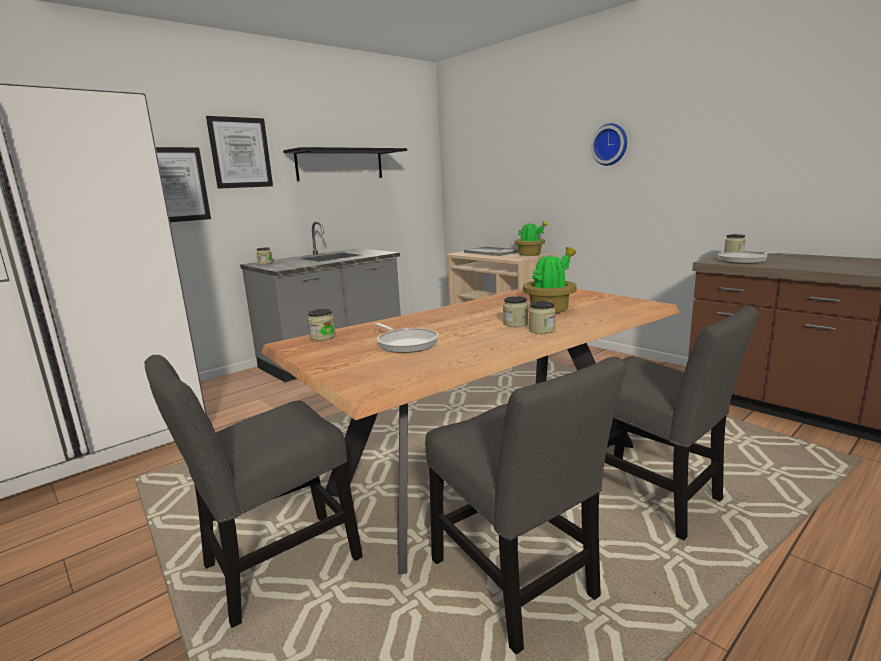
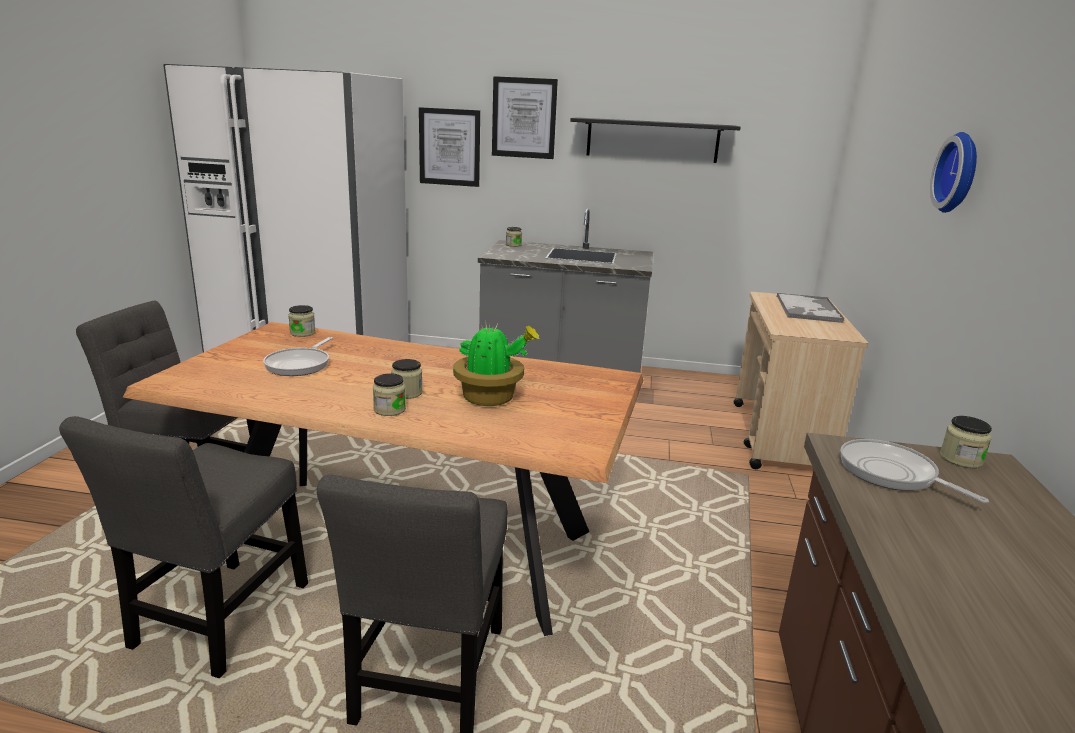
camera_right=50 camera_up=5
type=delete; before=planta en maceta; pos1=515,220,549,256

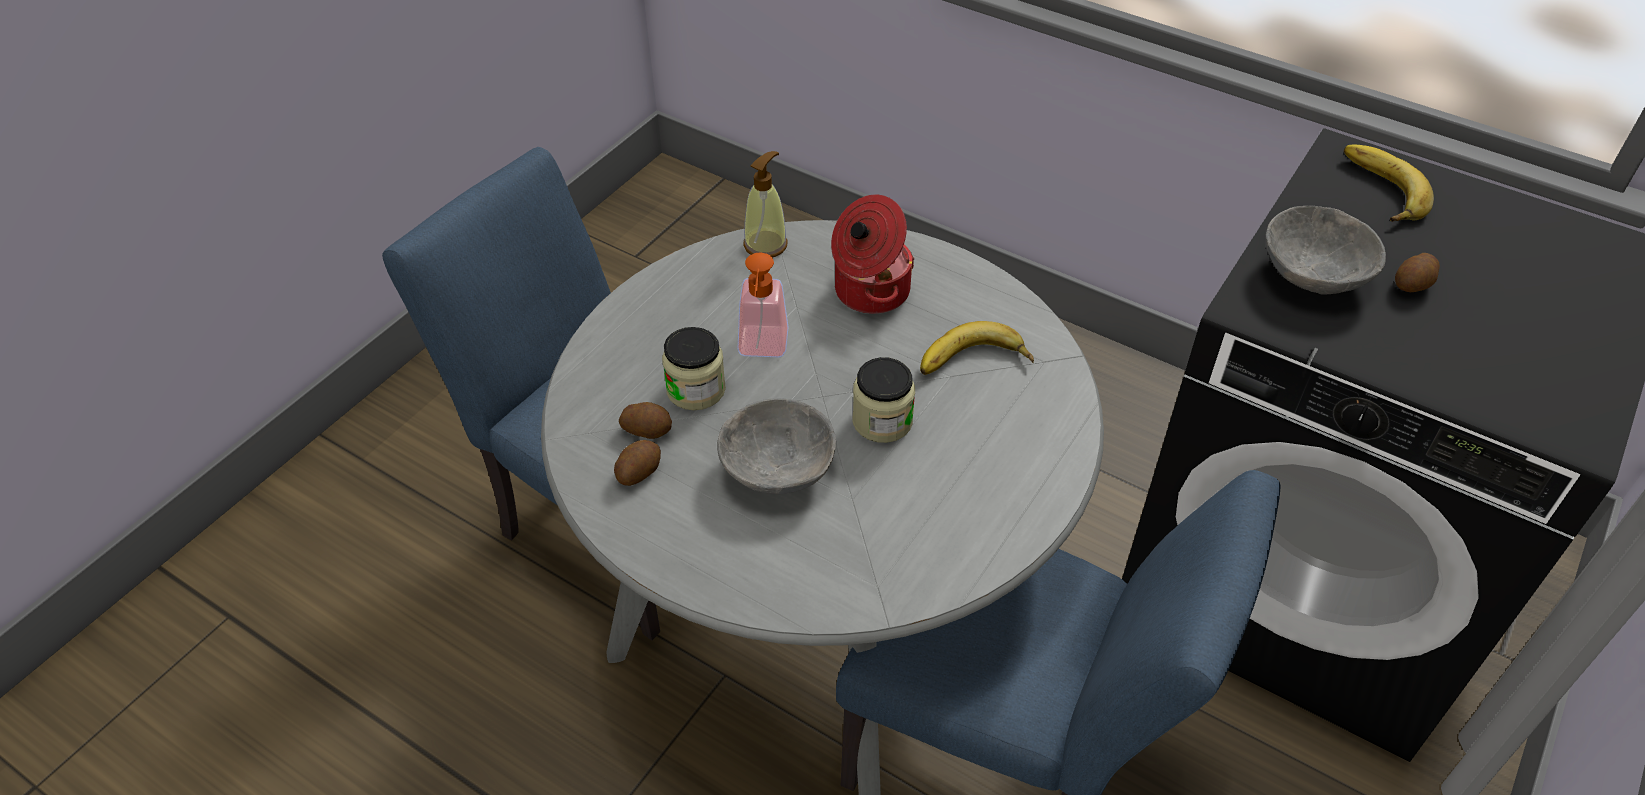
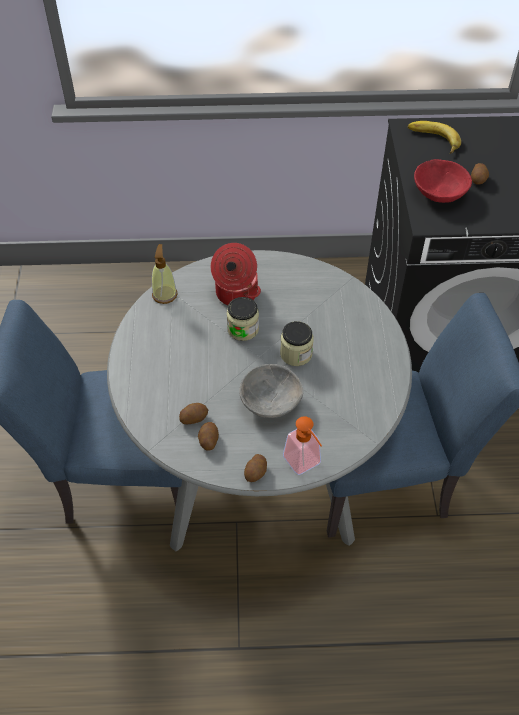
camera_right=-35 camera_up=5
type=recolor; before=cuenco (gris); after=cuenco (rojo); pos1=1266,206,1386,295; pos2=414,159,472,203
type=move; before=dispensador de jabón; pos1=737,252,789,357; pos2=283,416,322,475
type=delete; before=plátano; pos1=920,321,1034,375
type=move; before=tarro; pos1=662,327,726,410; pos2=227,297,259,341
type=insert; after=patata; pos2=244,454,267,482

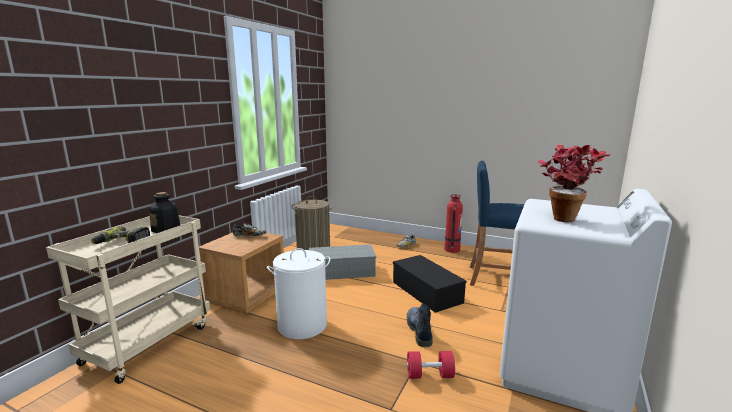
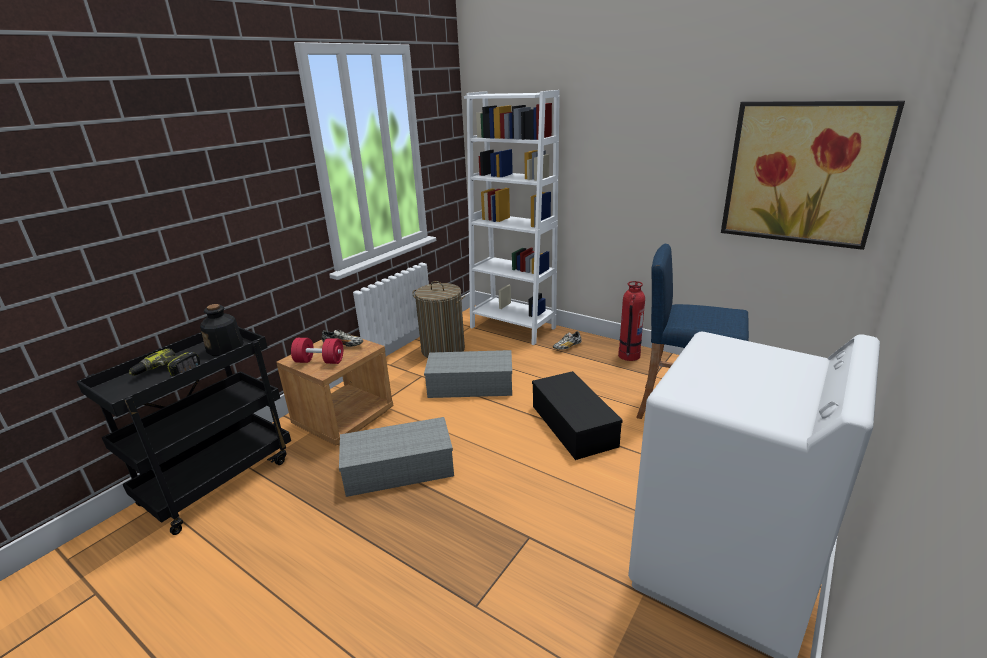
camera_right=10 camera_up=10
type=delete; before=planta en maceta; pos1=538,144,610,222
type=recolor; before=carrito (beis); after=carrito (negro); pos1=46,215,210,384; pos2=77,327,291,535
type=replace; before=cesto de la ropa (blanco); after=caja de almacenaje (gris); pos1=267,248,330,339; pos2=339,417,454,497
type=delete; before=bota; pos1=407,303,433,347
type=move; before=mancuerna (rojo); pos1=407,351,455,379; pos2=291,338,343,364
type=insert; after=estantería (blanco); pos2=464,90,560,345
type=insert; after=cuadro; pos2=721,101,905,250

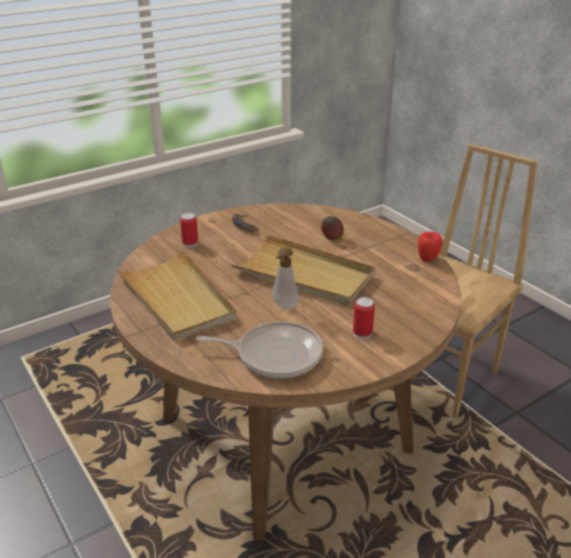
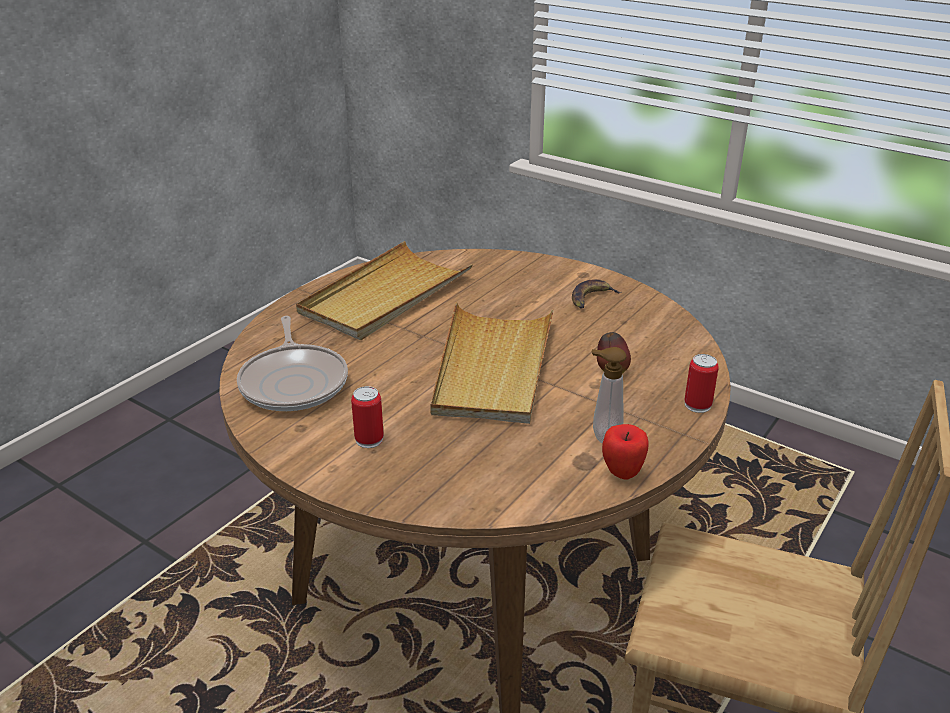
camera_right=70 camera_up=0
type=move; before=lata; pos1=180,213,198,247; pos2=684,354,719,413
type=move; before=dispensador de jabón; pos1=272,247,299,309; pos2=591,347,627,443

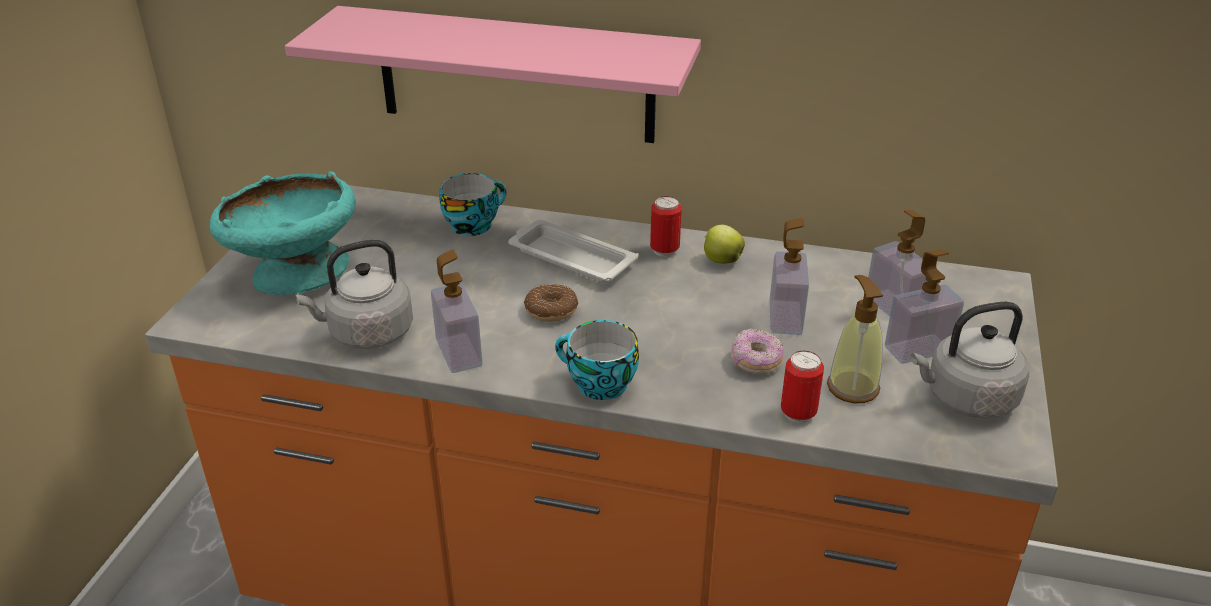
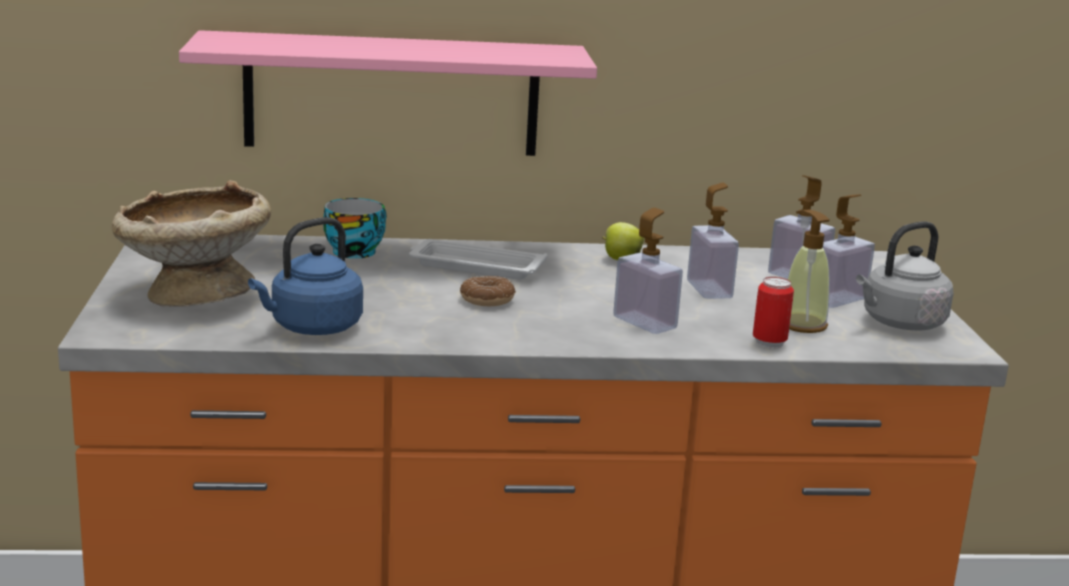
camera_right=-20 camera_up=-15
type=recolor; before=cuenco (turquesa); after=cuenco (beis); pos1=210,171,356,295; pos2=112,180,271,307
type=delete; before=lata; pos1=650,196,682,257
type=recolor; before=hervidor (gris); after=hervidor (azul); pos1=295,240,413,349; pos2=248,217,363,335
type=move; before=dispensador de jabón; pos1=431,250,482,373; pos2=613,208,683,334
type=delete; before=taza; pos1=555,320,639,400
type=delete; before=rosquilla; pos1=731,328,784,374

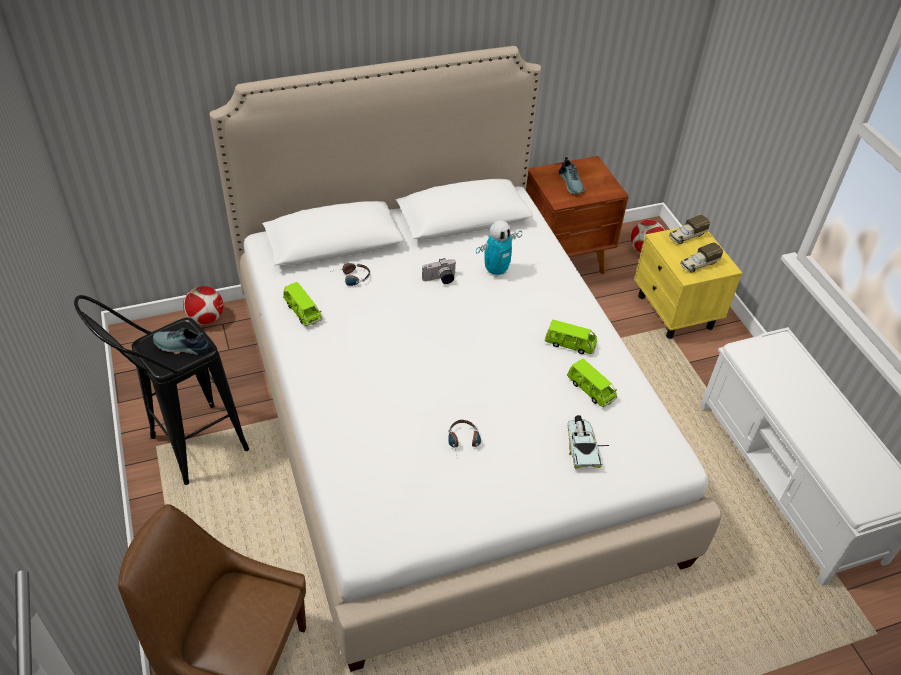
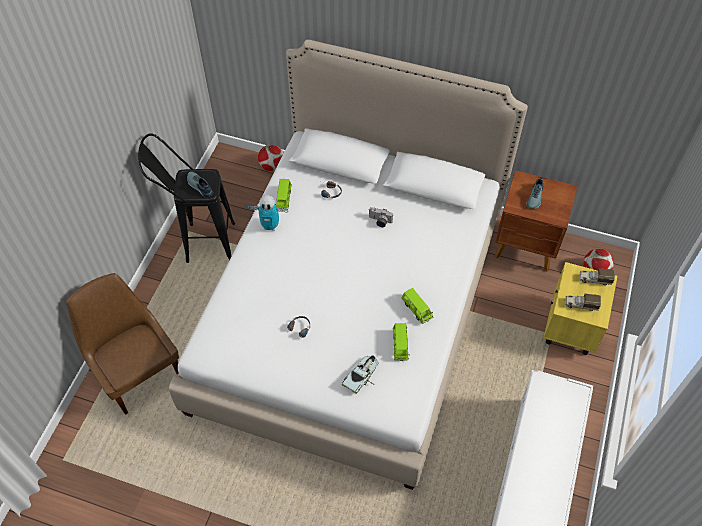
camera_right=40 camera_up=10
type=move; before=robot de juguete; pos1=476,220,522,278; pos2=248,195,288,231

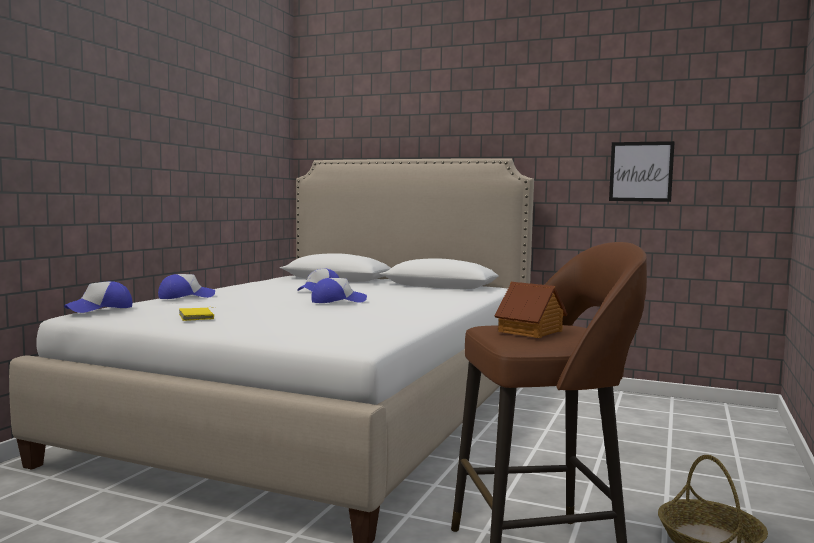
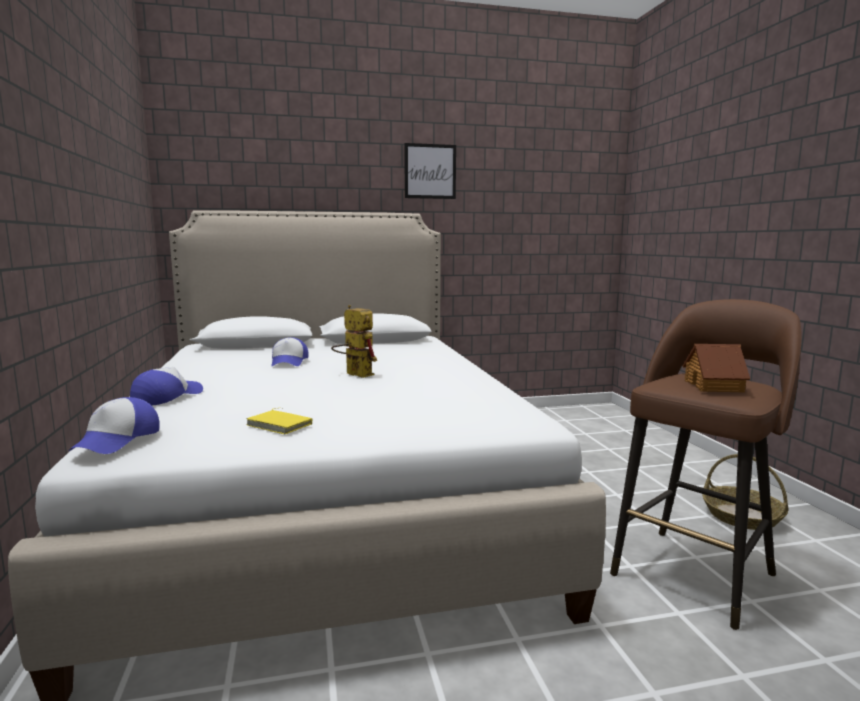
camera_right=-35 camera_up=5
type=move; before=cuadro; pos1=609,141,675,202; pos2=404,143,456,199
type=replace; before=gorra; after=robot de juguete; pos1=311,278,367,303; pos2=331,305,377,378

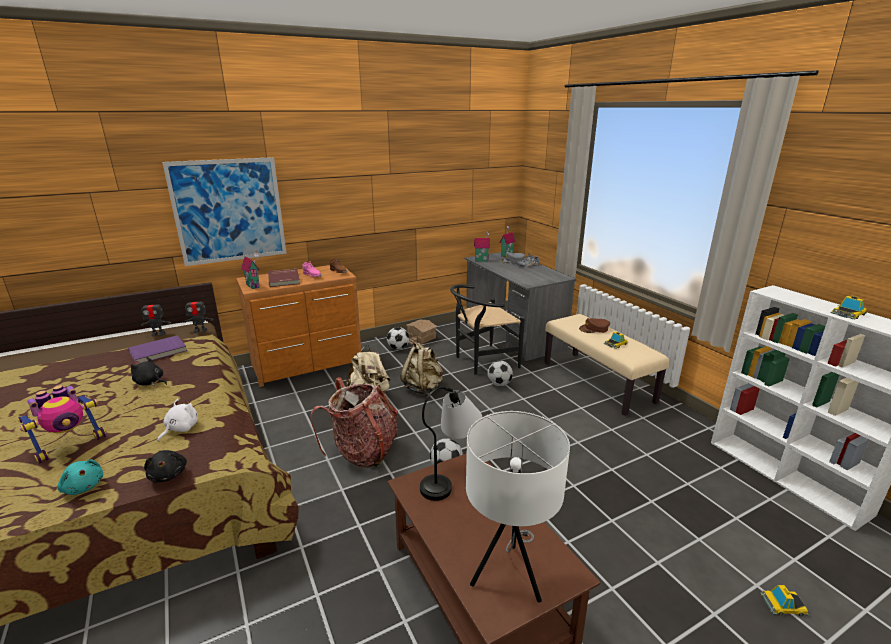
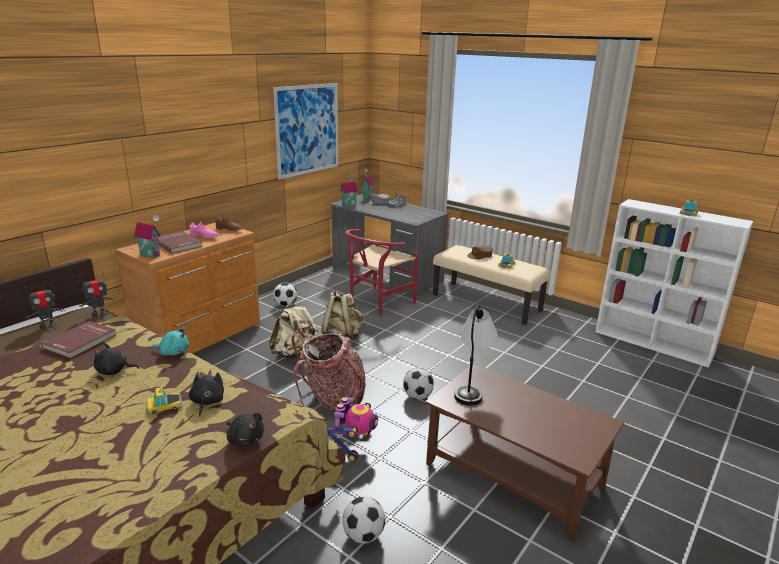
camera_right=-25 camera_up=0
type=move; before=cuadro; pos1=162,157,287,266; pos2=273,83,338,180
type=recolor; before=silla (negro); after=silla (rojo); pos1=450,284,525,375; pos2=345,229,419,316
type=delete; before=casita; pos1=406,320,437,345
type=recolor; before=libro (morado); after=libro (rojo); pos1=128,335,187,365; pos2=41,321,117,359
type=move; before=balón de fútbol; pos1=488,360,513,386; pos2=343,497,385,544
type=move; before=robot de juguete; pos1=18,385,106,464; pos2=327,397,378,462
type=recolor; before=peluche (blanco); after=peluche (negro); pos1=158,399,198,441; pos2=189,370,224,416
type=delete; before=lámpara de mesa (blanco); pos1=466,411,570,603
type=move; before=peluche (turquesa); pos1=58,459,103,495; pos2=151,327,189,355
type=move; before=coche de juguete; pos1=760,585,809,616; pos2=146,387,183,415

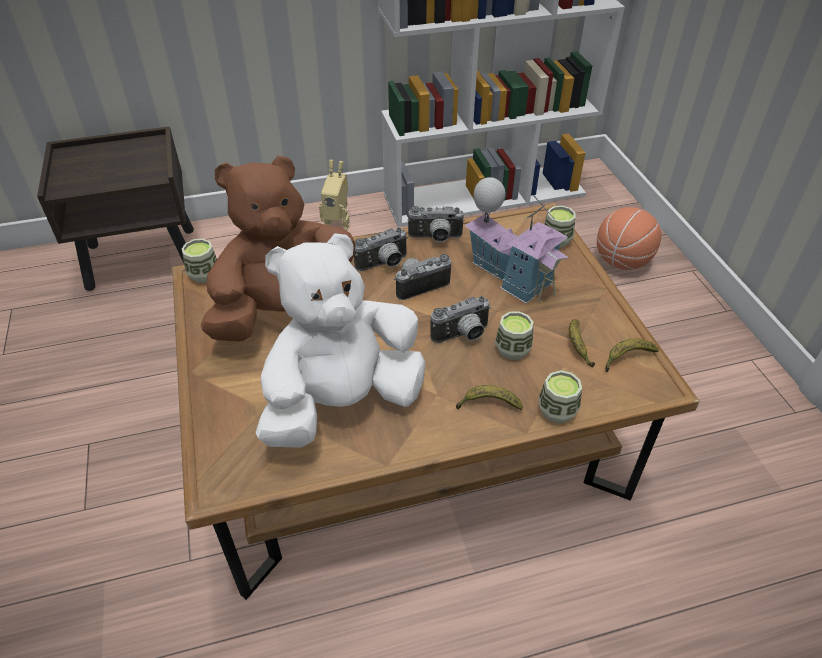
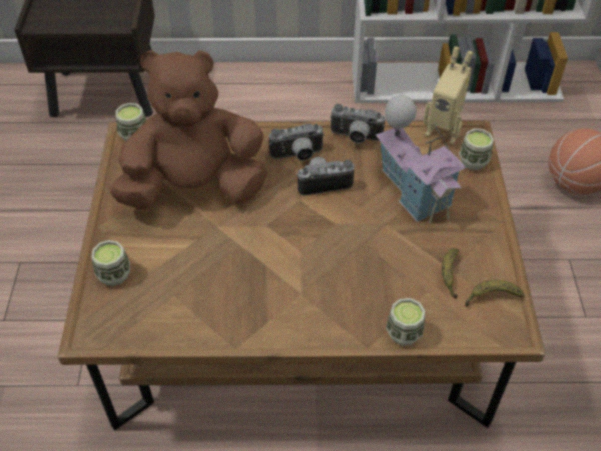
camera_right=15 camera_up=5
type=move; before=robot de juguete; pos1=319,160,350,231; pos2=423,47,473,145
type=delete; before=peluche (blanco); pos1=256,233,425,448
type=delete; before=cámara; pos1=430,296,491,343
type=move; before=taza; pos1=495,311,533,360; pos2=92,240,130,286
type=delete; before=plátano; pos1=456,385,523,410

